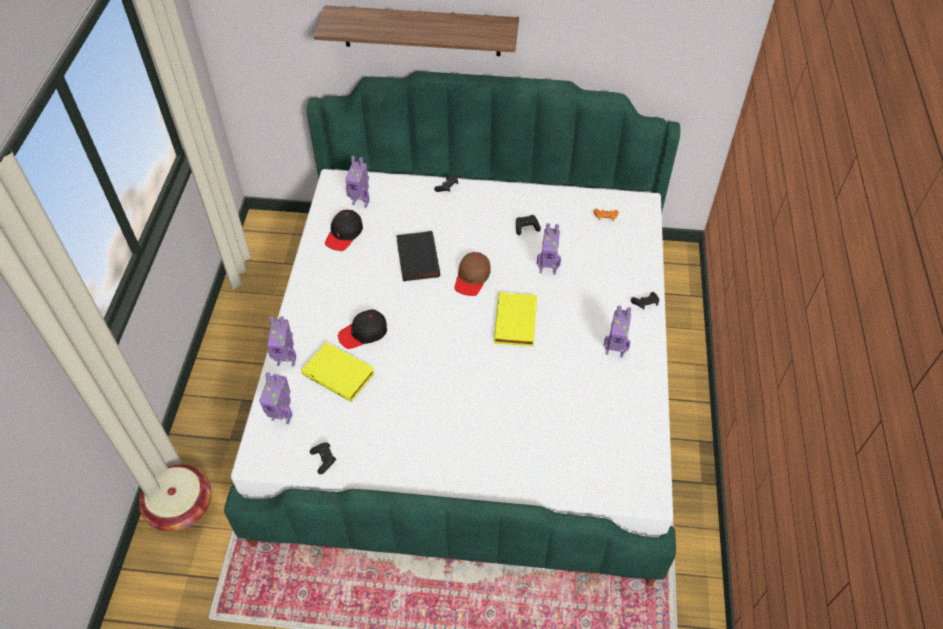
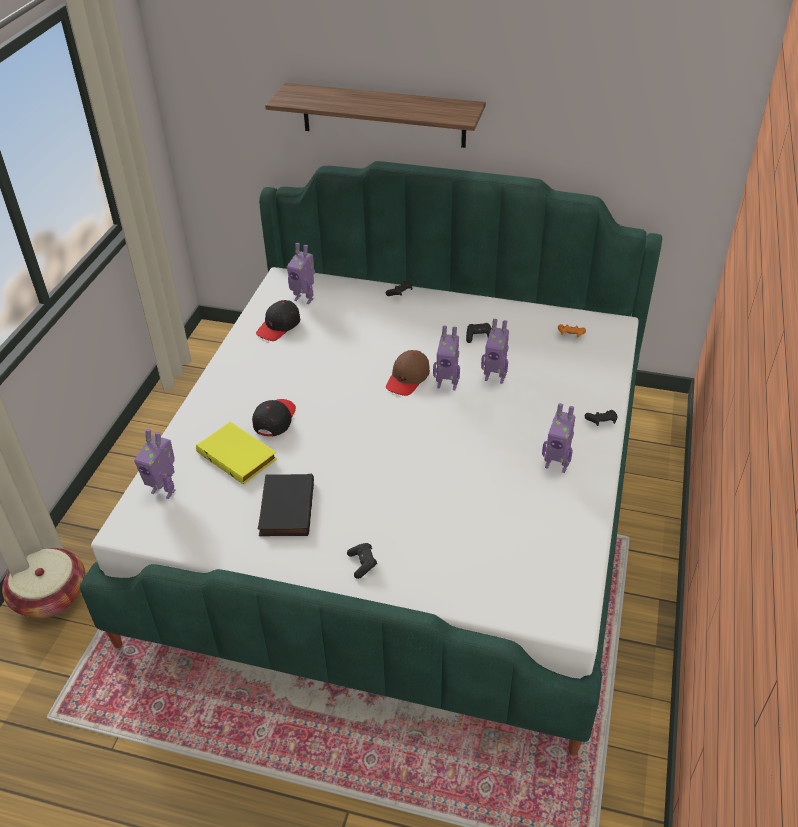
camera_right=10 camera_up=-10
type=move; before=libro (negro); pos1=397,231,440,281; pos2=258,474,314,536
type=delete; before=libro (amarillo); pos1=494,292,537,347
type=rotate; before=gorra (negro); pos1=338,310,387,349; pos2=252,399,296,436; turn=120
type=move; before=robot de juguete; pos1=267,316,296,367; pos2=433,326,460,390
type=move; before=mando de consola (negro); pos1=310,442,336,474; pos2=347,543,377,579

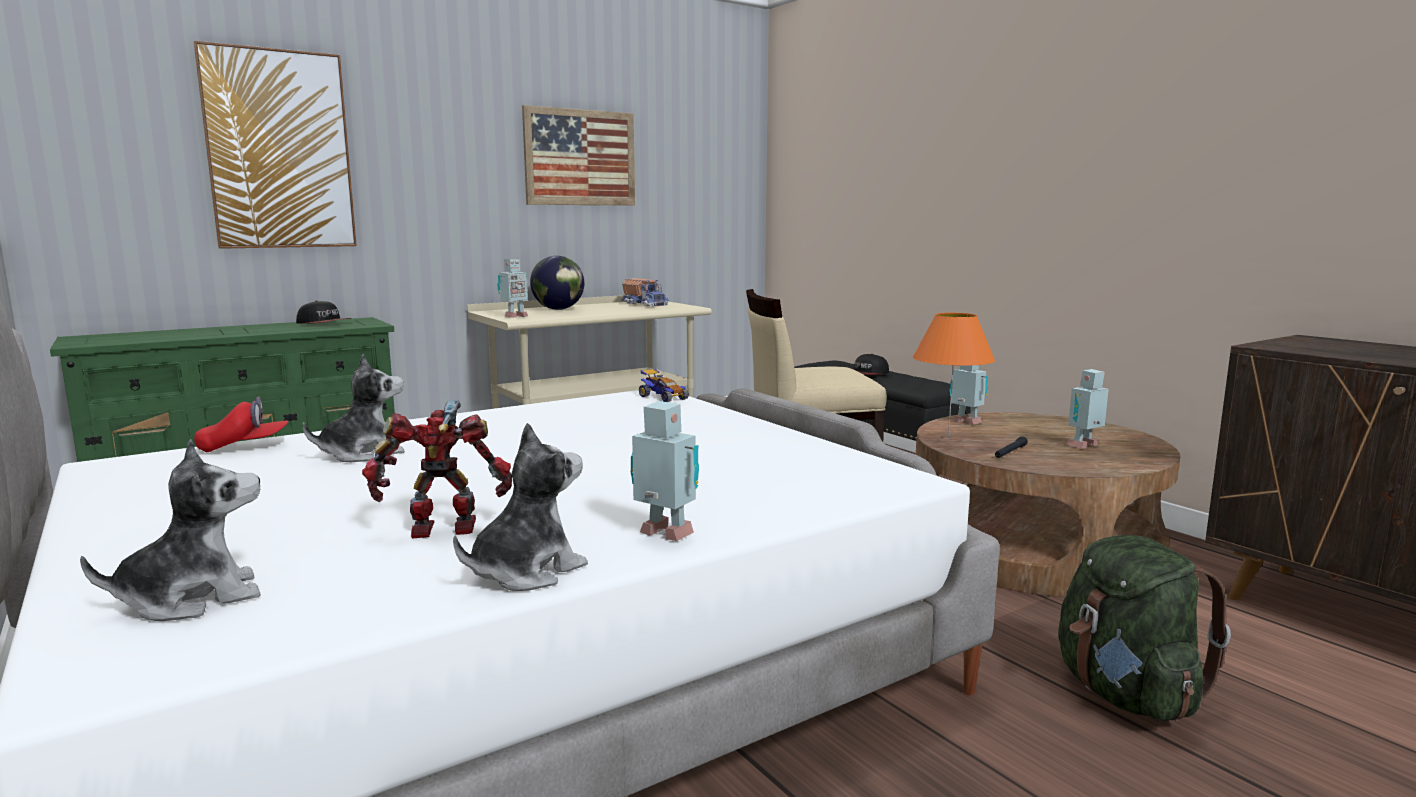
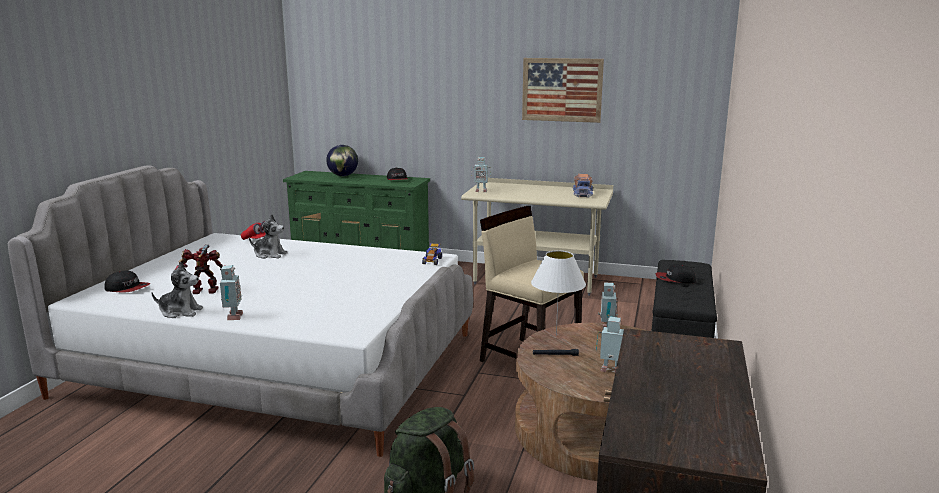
camera_right=50 camera_up=5
type=delete; before=cuadro; pos1=194,41,357,249
type=move; before=globo terráqueo; pos1=530,256,584,310; pos2=326,145,358,176
type=recolor; before=lámpara de mesa (naranja); after=lámpara de mesa (blanco); pos1=913,313,995,439; pos2=531,250,586,336
type=rotate; before=robot de juguete; pos1=362,400,512,538; pos2=175,245,225,294; turn=-45
type=replace; before=peluche; after=gorra; pos1=80,439,261,621; pos2=104,270,150,292

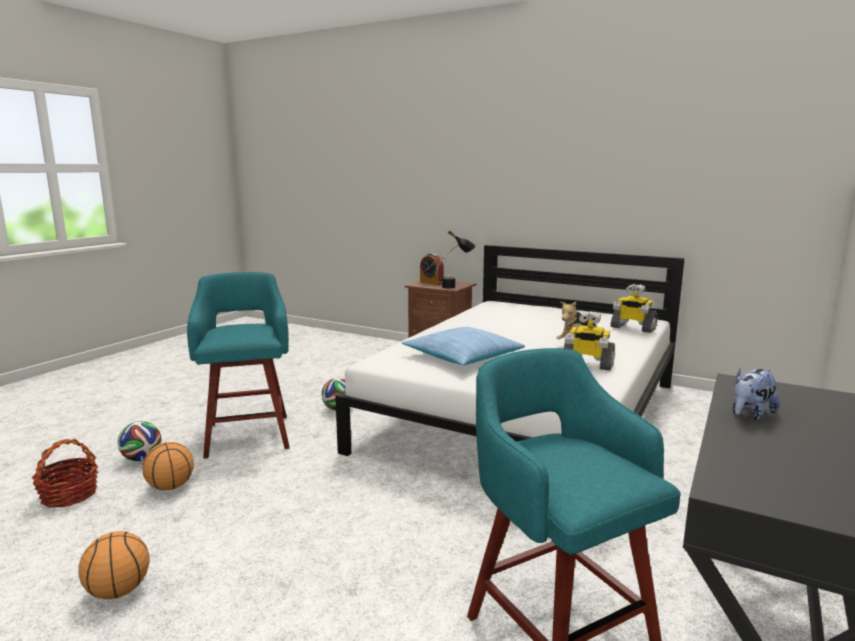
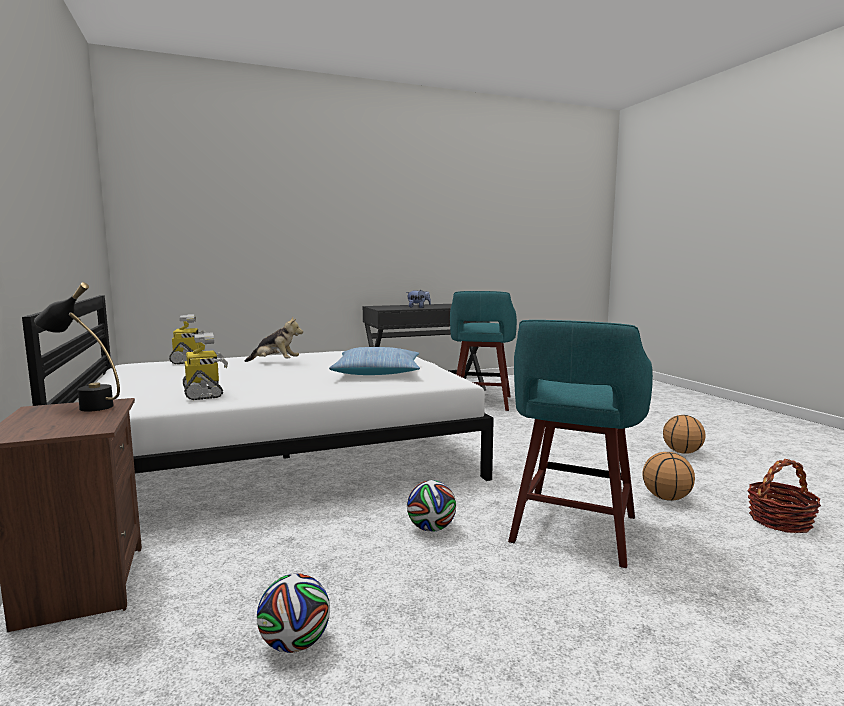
camera_right=-140 camera_up=-5
type=delete; before=despertador; pos1=420,253,444,285
type=move; before=robot de juguete; pos1=564,311,615,371; pos2=183,332,228,400
type=move; before=balón de fútbol; pos1=118,421,161,461; pos2=257,573,330,653

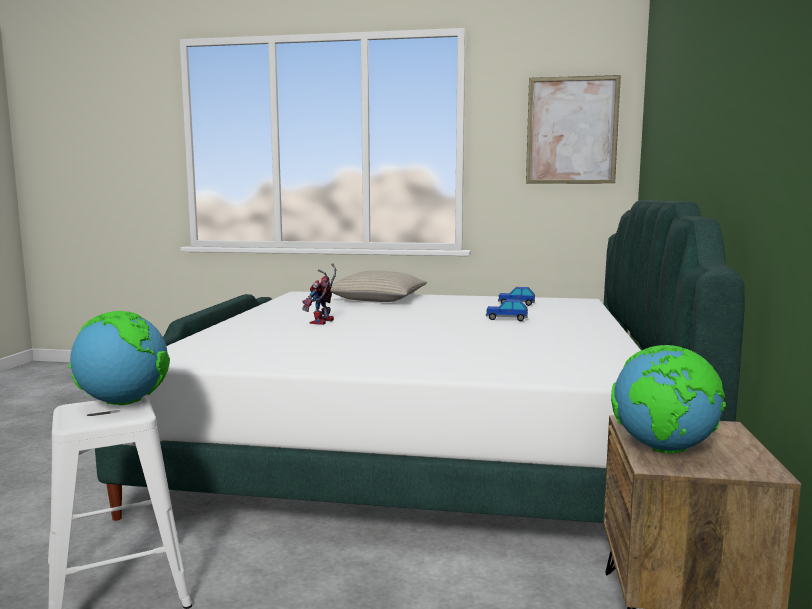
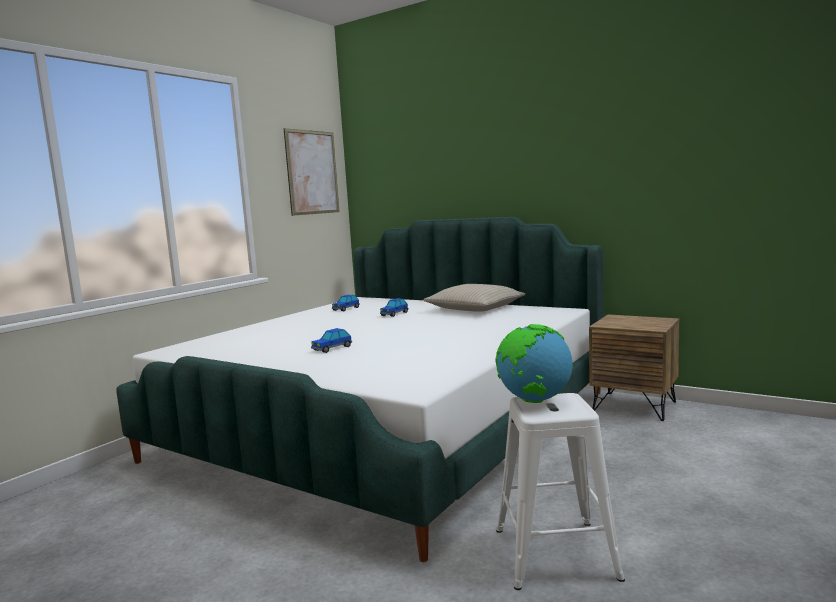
camera_right=-65 camera_up=0
type=replace; before=robot de juguete; after=coche de juguete; pos1=302,264,336,325; pos2=311,328,352,353
type=move; before=cojín (beis); pos1=330,271,427,302; pos2=423,284,526,312
type=delete; before=globo terráqueo; pos1=611,345,726,454

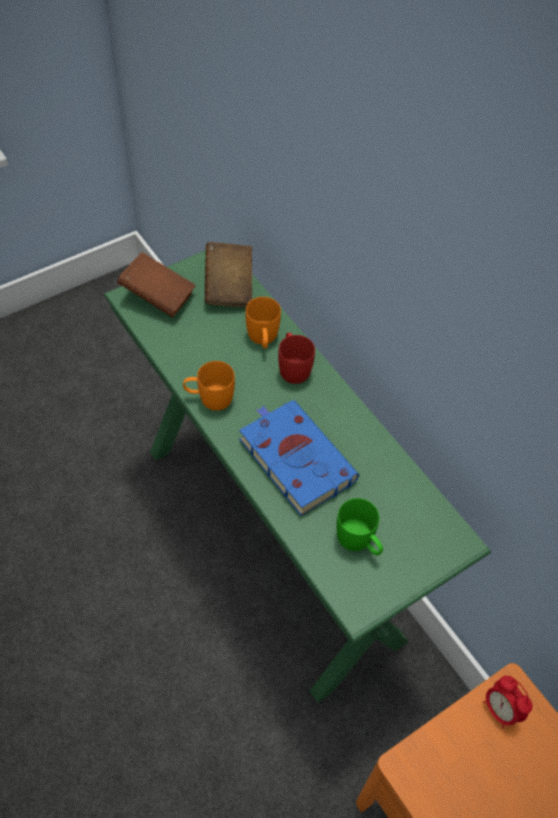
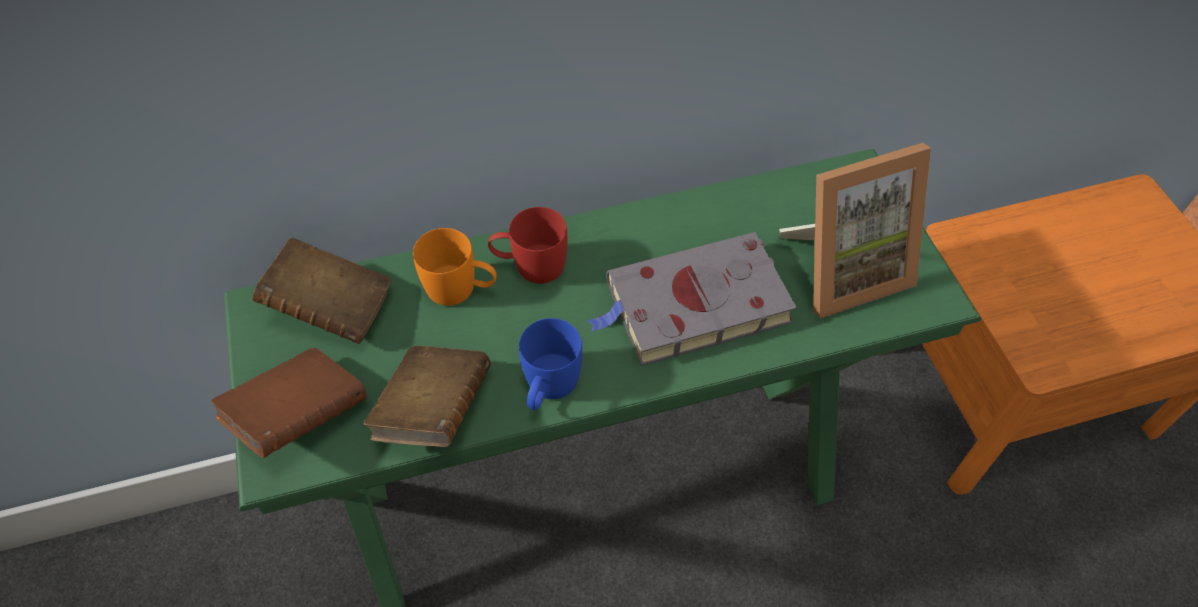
camera_right=-70 camera_up=0
type=recolor; before=taza grande (naranja); after=taza grande (azul); pos1=183,361,235,411; pos2=519,318,582,410
type=recolor; before=libro (azul); after=libro (gris); pos1=239,400,359,516; pos2=587,232,797,366
type=replace; before=taza grande (verde); after=portarretratos; pos1=336,498,383,555; pos2=779,143,931,319
type=delete; before=despertador; pos1=483,676,533,729
type=insert; after=libro (marrón); pos2=363,346,491,447

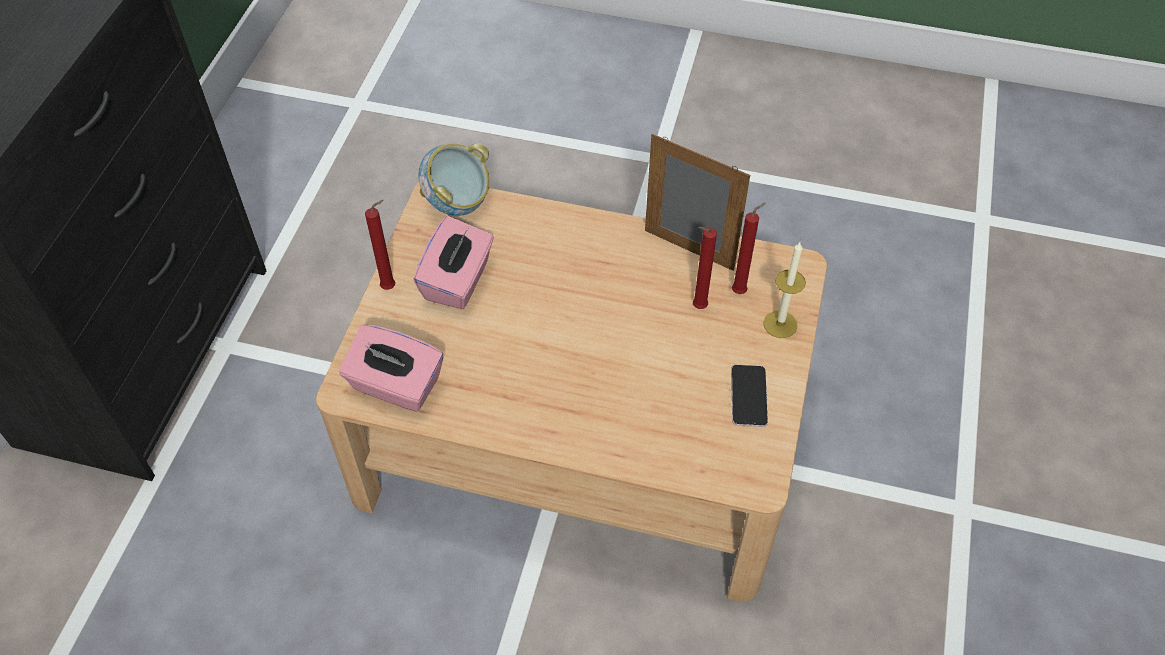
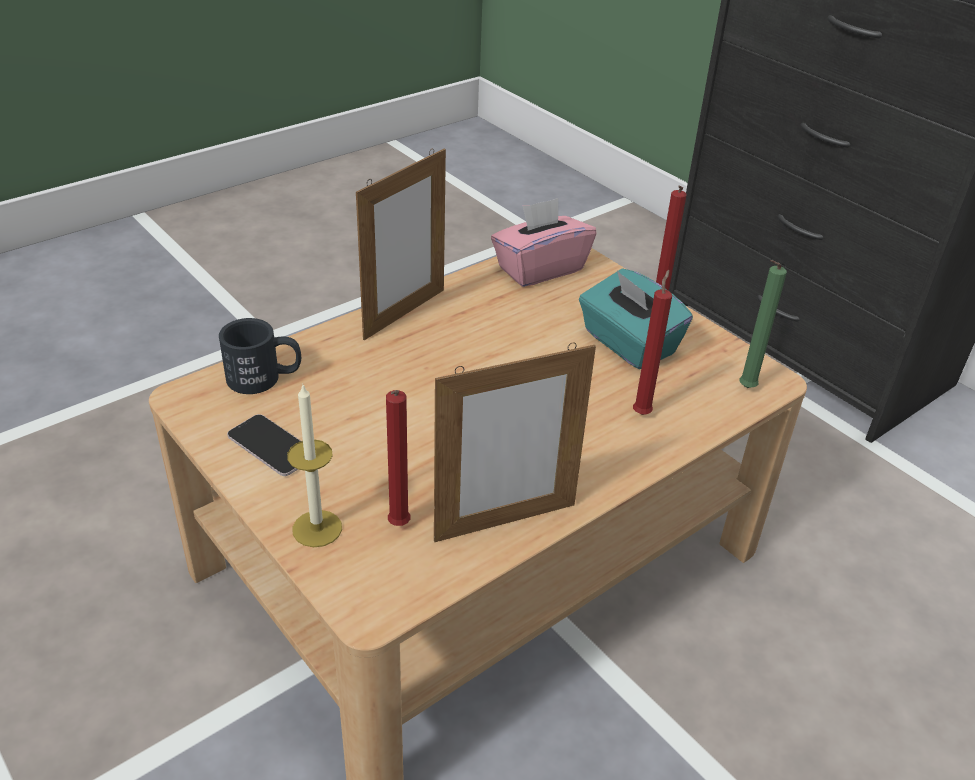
camera_right=125 camera_up=-15
type=replace; before=cuenco; after=vela (verde); pos1=418,143,490,216; pos2=739,260,787,388
type=recolor; before=caja de pañuelos (rosa); after=caja de pañuelos (turquesa); pos1=413,216,494,309; pos2=579,268,693,369
type=move; before=vela (rojo); pos1=693,227,717,309; pos2=633,270,672,415
type=insert; after=portarretratos; pos2=356,148,446,340
type=insert; after=taza grande (negro); pos2=219,318,301,394

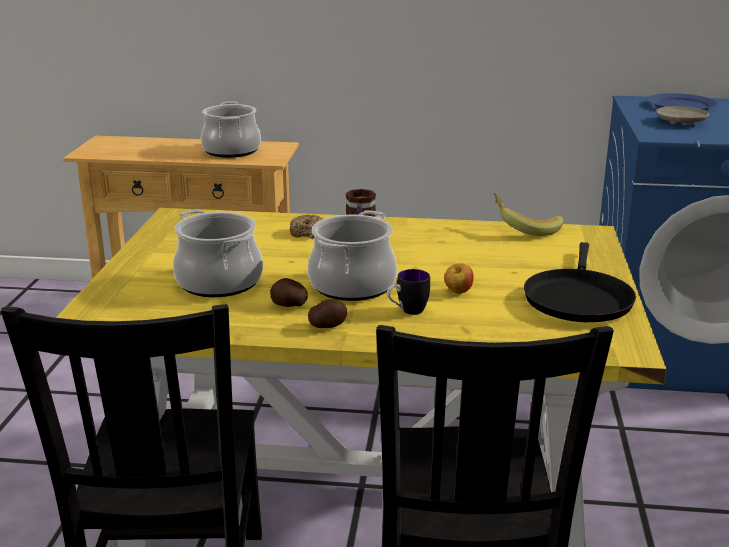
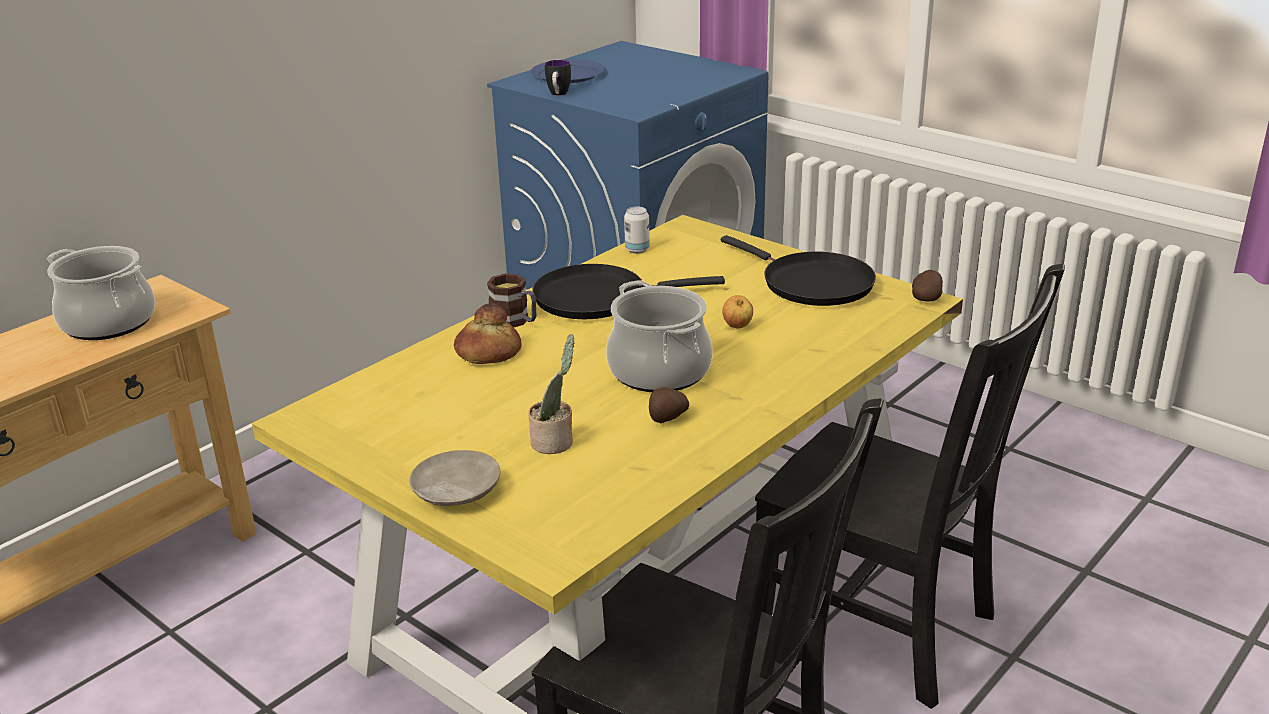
camera_right=-55 camera_up=5
type=move; before=plato (beis); pos1=657,106,709,125; pos2=410,450,500,506
type=replace; before=plátano; after=lata; pos1=494,193,564,236; pos2=624,207,650,254
type=replace; before=olla; after=planta en maceta; pos1=173,209,263,297; pos2=528,334,574,454
type=replace; before=rosquilla; after=pan; pos1=289,214,323,239; pos2=454,303,522,364
type=move; before=taza grande; pos1=387,269,430,315; pos2=545,60,571,95
type=move; before=patata; pos1=308,299,347,328; pos2=912,270,943,302
type=insert; after=sartén (negro); pos2=532,264,725,319

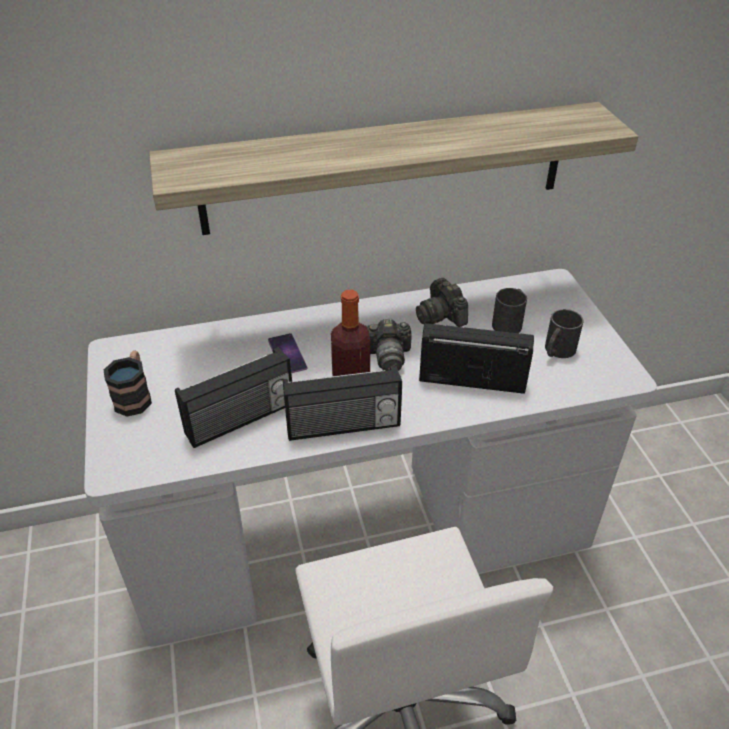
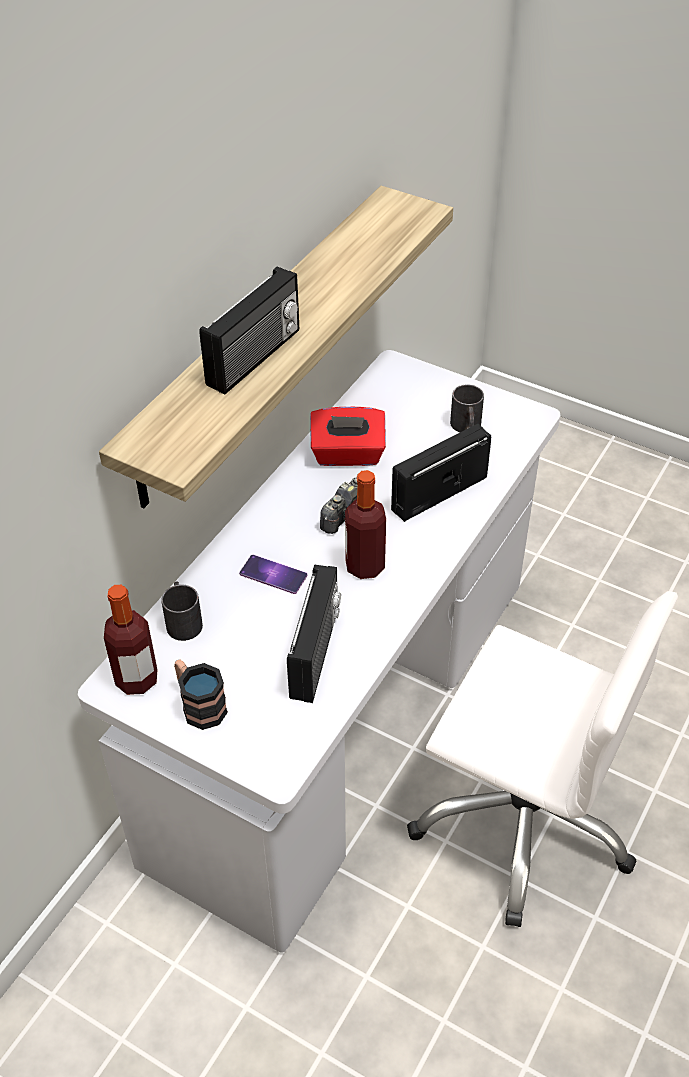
camera_right=-45 camera_up=5
type=replace; before=cámara; after=caja de pañuelos (rojo); pos1=416,278,468,327; pos2=310,406,386,466
type=move; before=taza grande (negro); pos1=492,288,527,333; pos2=161,582,203,641
type=move; before=radio; pos1=283,366,402,441; pos2=199,267,299,395
type=insert; after=botella; pos2=104,585,157,695

